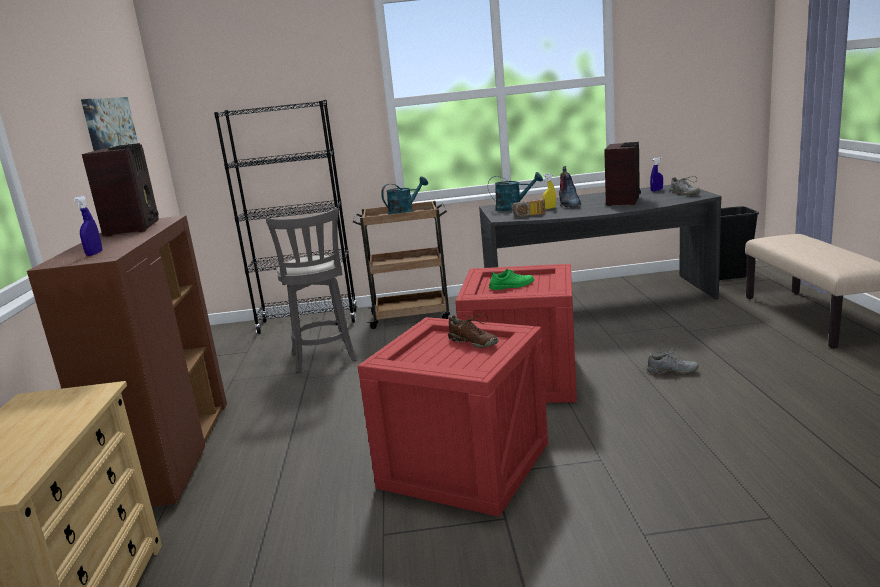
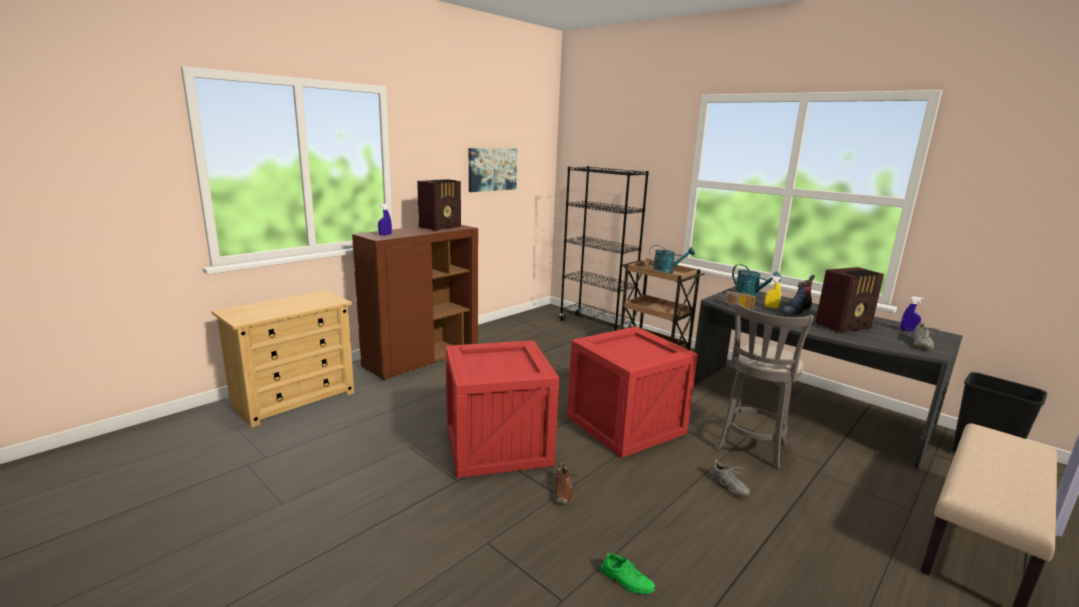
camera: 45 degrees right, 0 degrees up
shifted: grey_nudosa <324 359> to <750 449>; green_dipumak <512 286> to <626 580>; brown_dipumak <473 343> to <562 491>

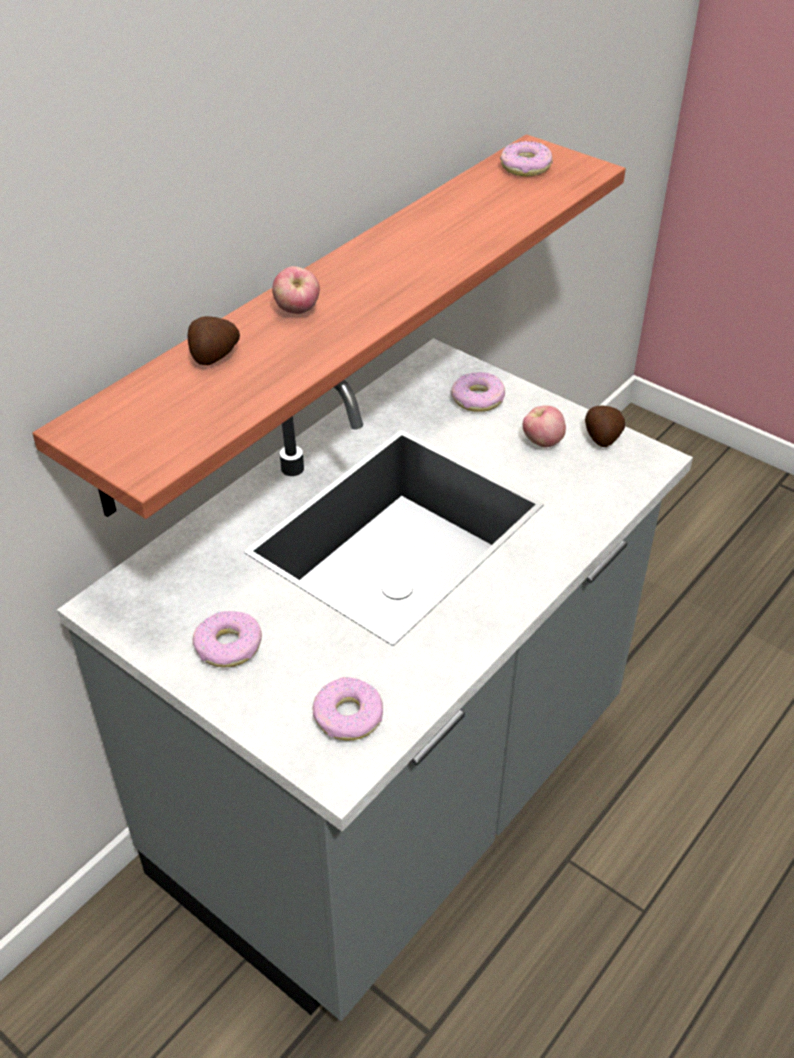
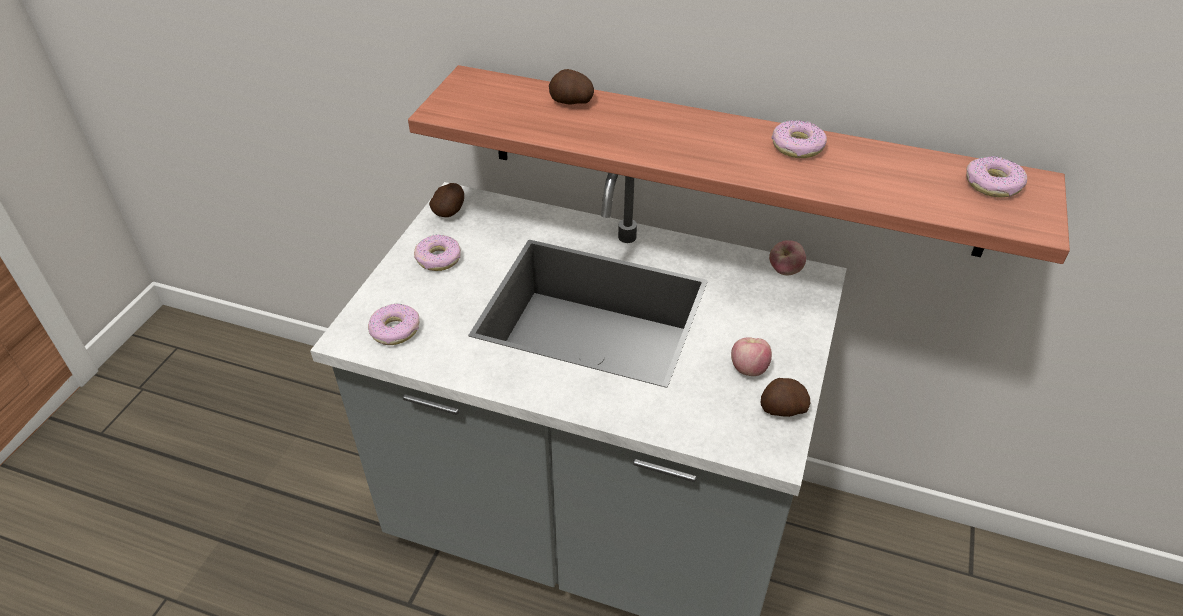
camera: 70 degrees right, 0 degrees up
new: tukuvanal <450 211>
shifted: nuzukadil <297 311> to <785 271>; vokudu <478 399> to <797 147>

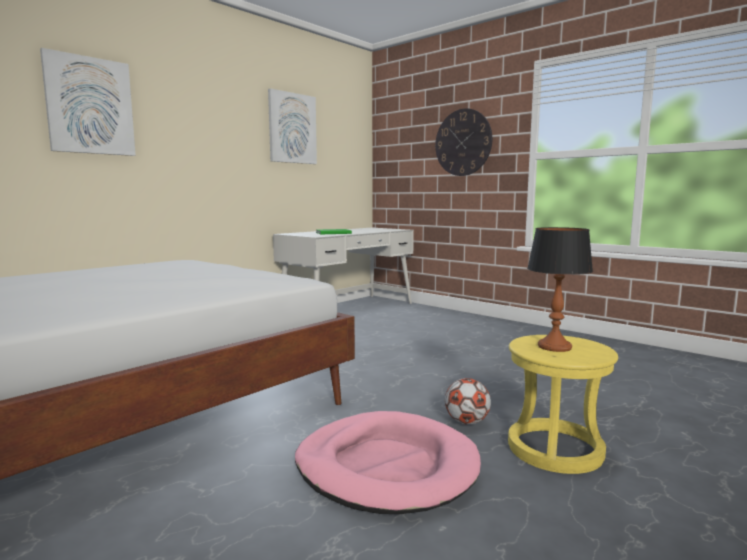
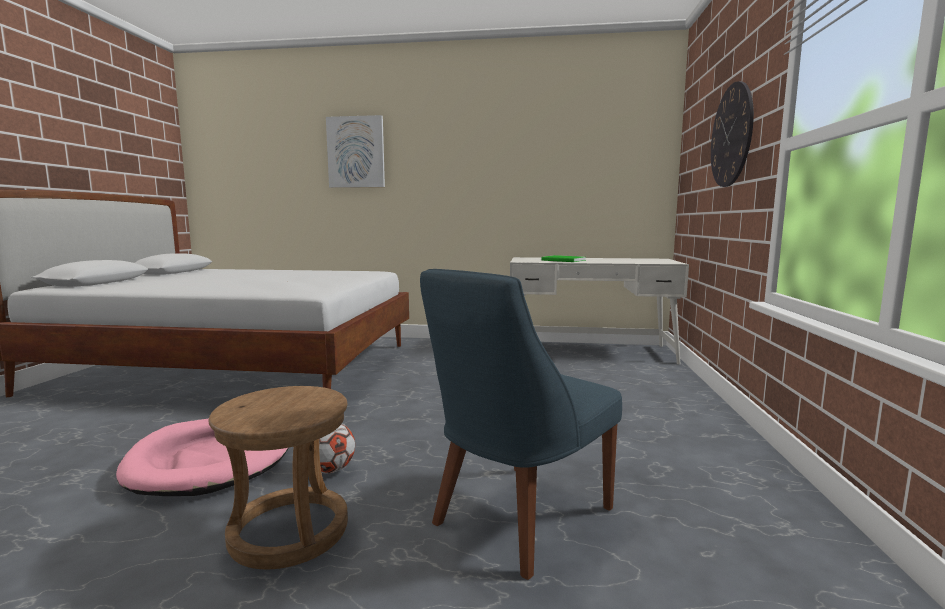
camera: 55 degrees right, 0 degrees up
gone: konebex <292 128>; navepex <554 346>
new: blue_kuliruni <517 519>
repainted: yellow_nudosa <554 449> to brown_nudosa <290 530>

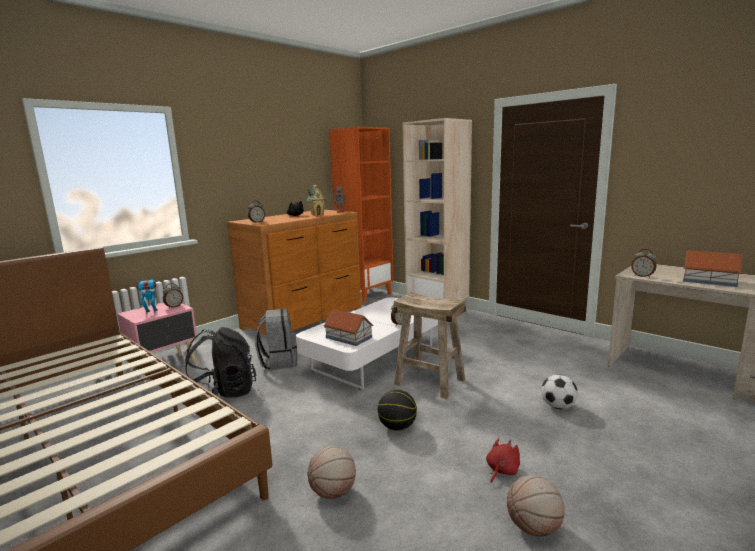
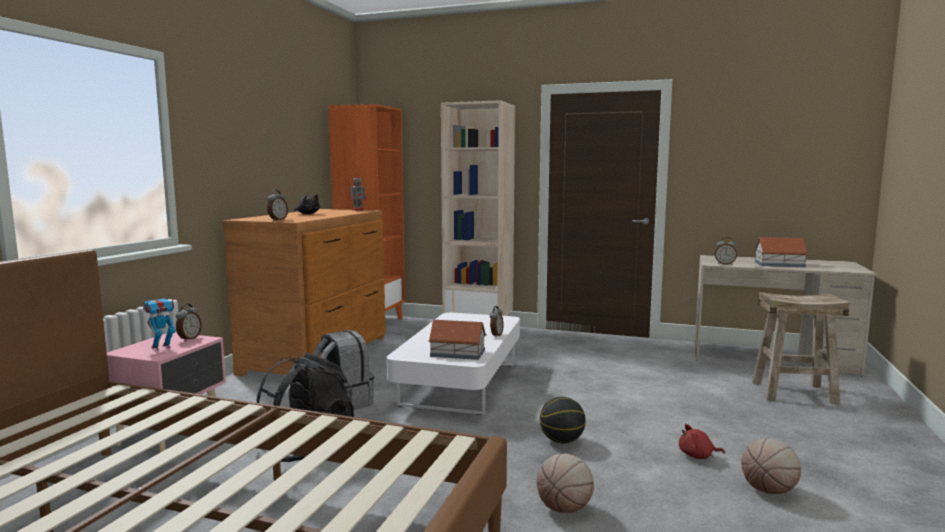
camera: 25 degrees left, 5 degrees down
gone: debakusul <317 215>; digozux <558 406>
shifted: beige_nudosa <429 382> to <793 393>
rotated: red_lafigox <501 470> = <698 456> 105 degrees counterclockwise

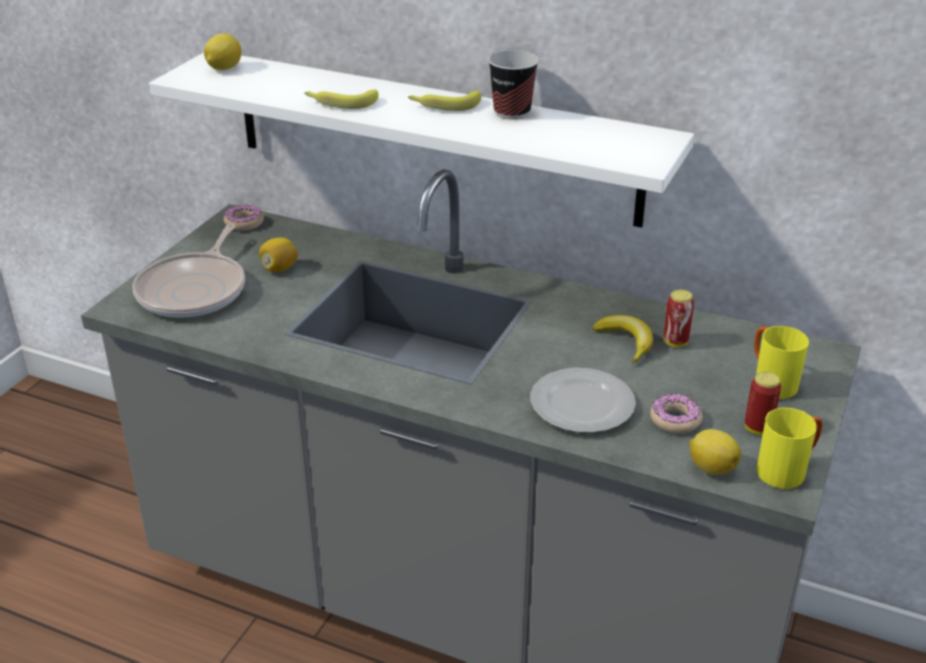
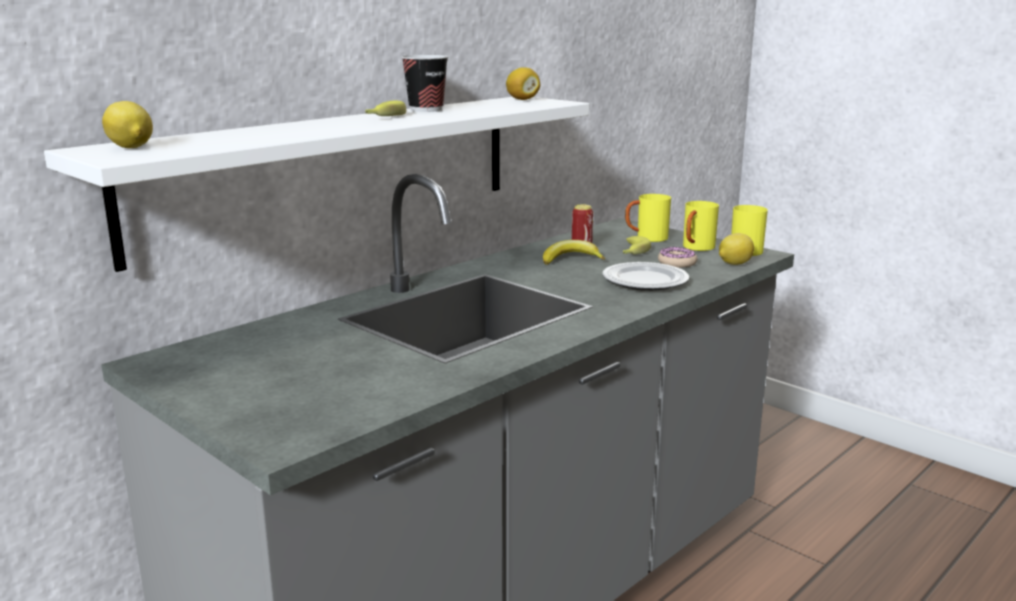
camera: 70 degrees left, 15 degrees down
gone: vokudu <244 223>; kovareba <195 290>
shifted: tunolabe <340 103> to <632 252>; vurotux <279 268> to <522 99>
swapped: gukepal <758 428> to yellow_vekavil <696 248>

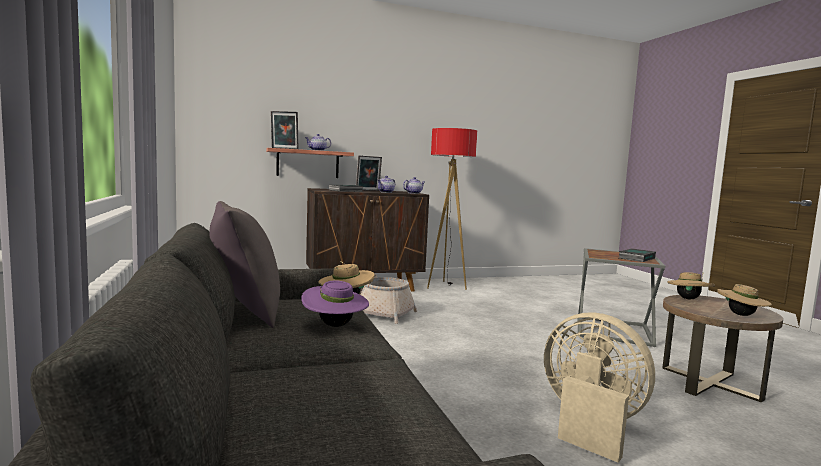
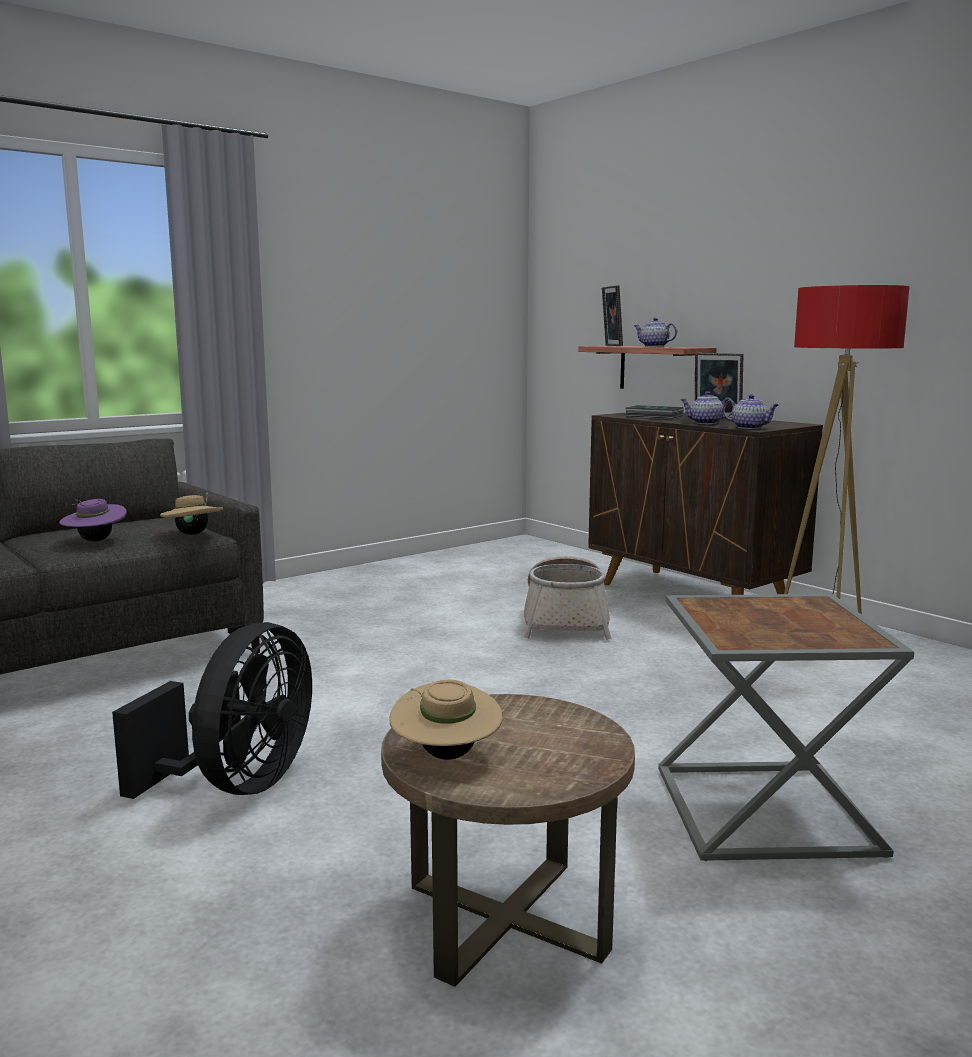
camera: 70 degrees right, 5 degrees up
gone: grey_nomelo <244 312>; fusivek <636 258>; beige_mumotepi <688 299>
repainted: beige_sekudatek <589 424> to black_sekudatek <238 784>

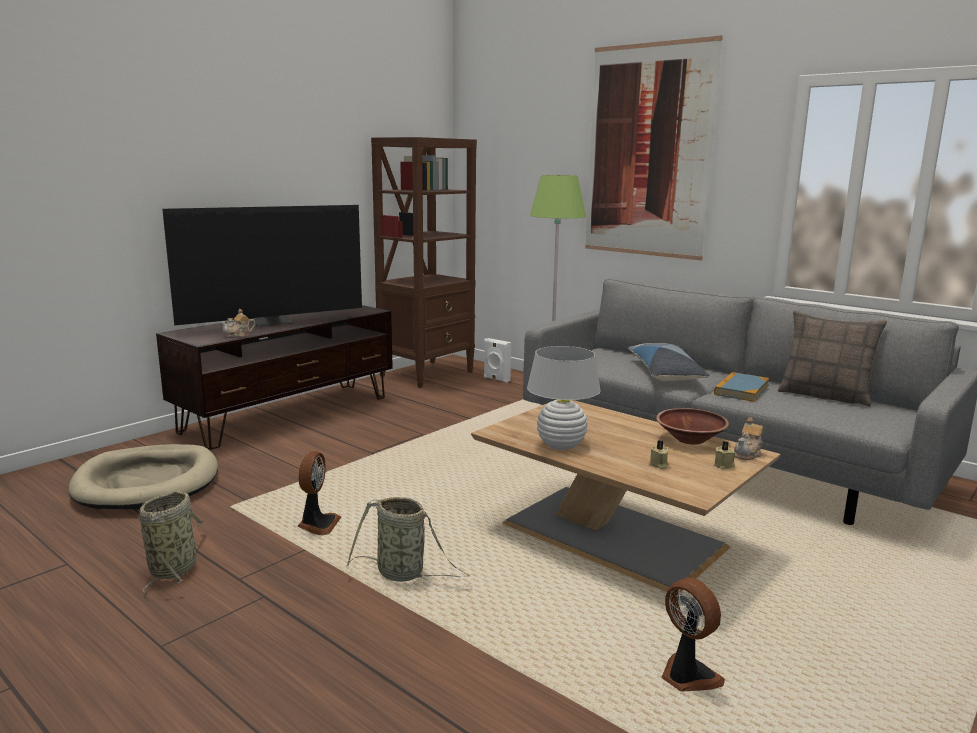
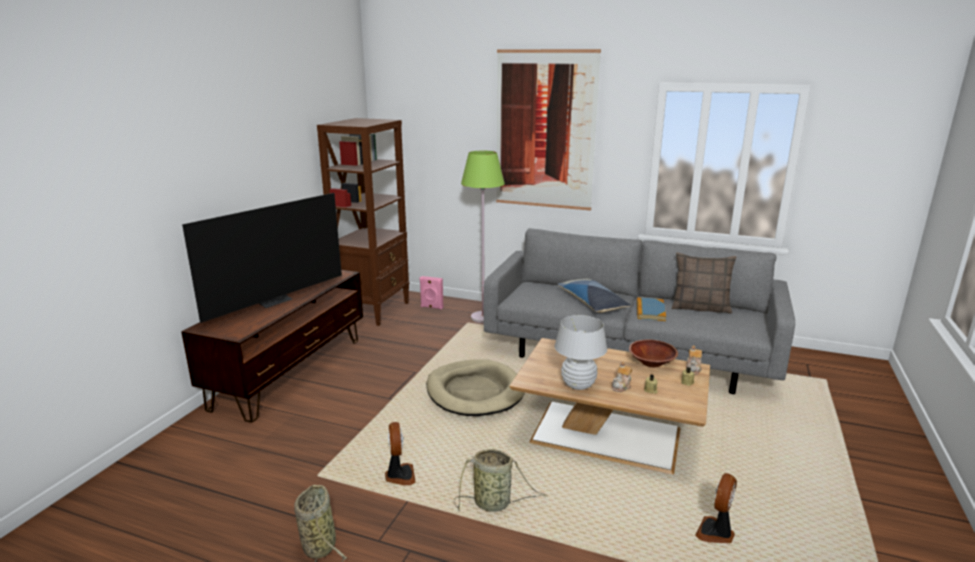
camera: 20 degrees left, 5 degrees up
shifted: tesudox <238 335> to <621 386>; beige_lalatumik <148 482> to <474 392>
repainted: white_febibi <496 379> to pink_febibi <431 307>
rotated: sekudatek <687 676> = <716 533> 90 degrees counterclockwise

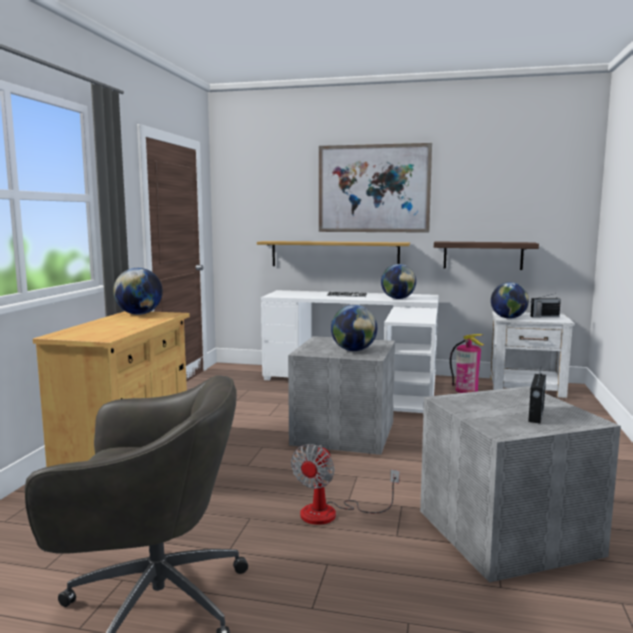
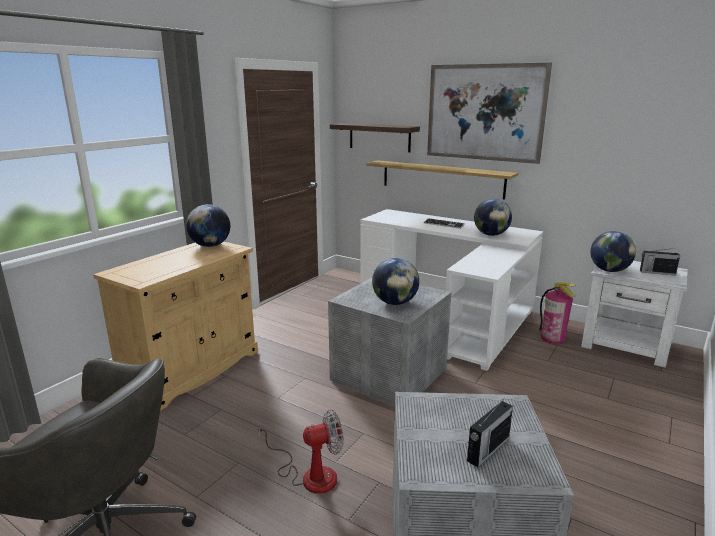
camera: 20 degrees right, 10 degrees up
shifted: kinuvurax <483 255> to <379 137>
rotated: sekudatek <331 513> = <309 475> 150 degrees counterclockwise

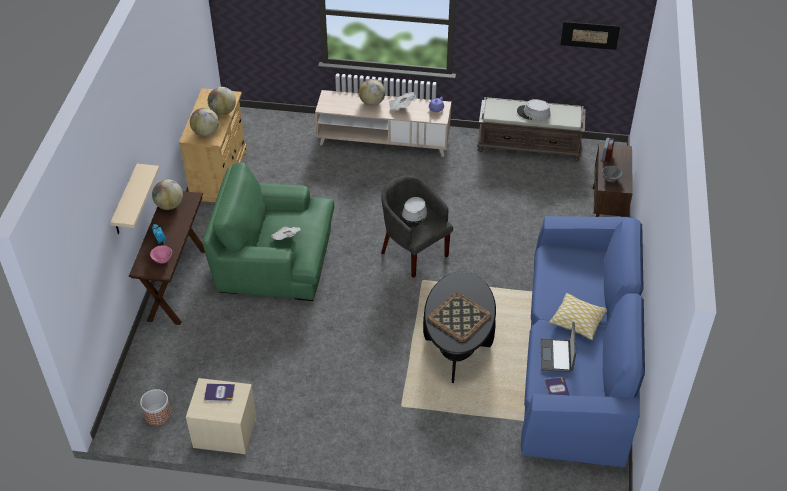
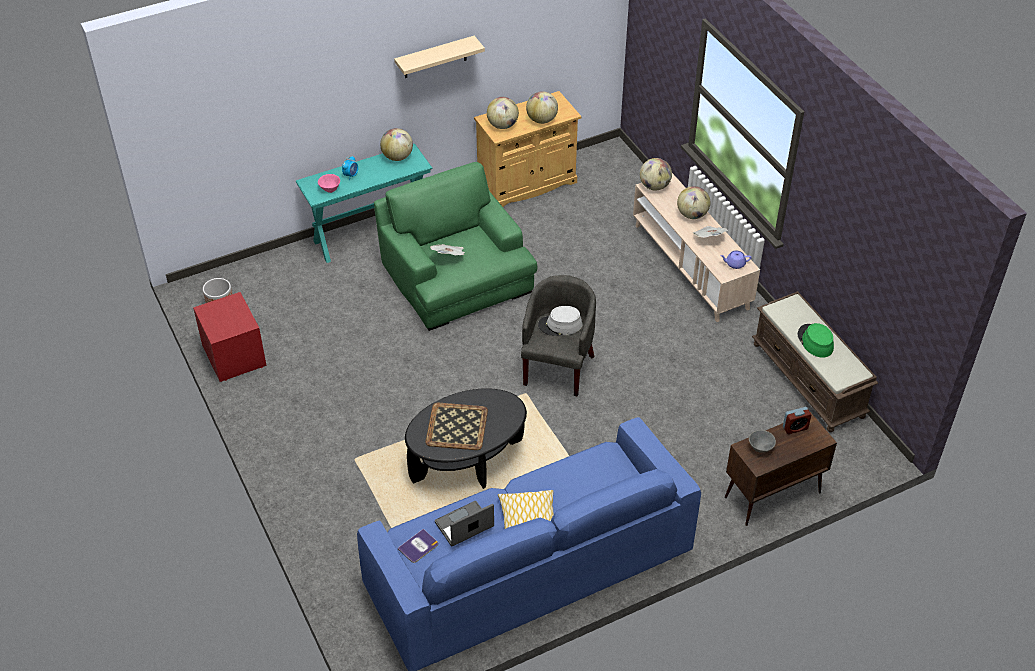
camera: 55 degrees right, 0 degrees up
gone: konebex <589 35>; fusivek <219 393>
new: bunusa <654 186>
shifted: beige_kinuvurax <125 201> to <435 57>
repainted: grey_mumotepi <533 113> to green_mumotepi <815 341>; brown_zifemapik <178 284> to turquoise_zifemapik <370 235>; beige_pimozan <224 432> to red_pimozan <233 356>

